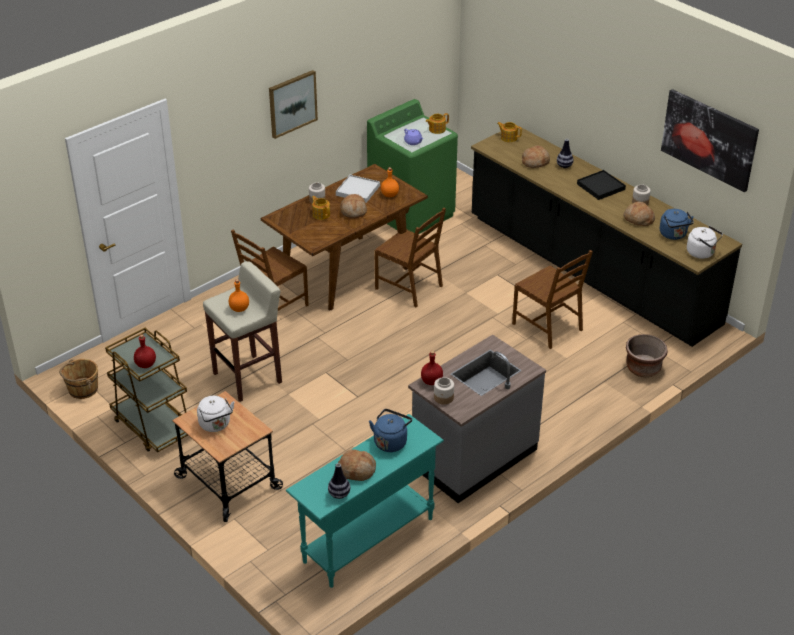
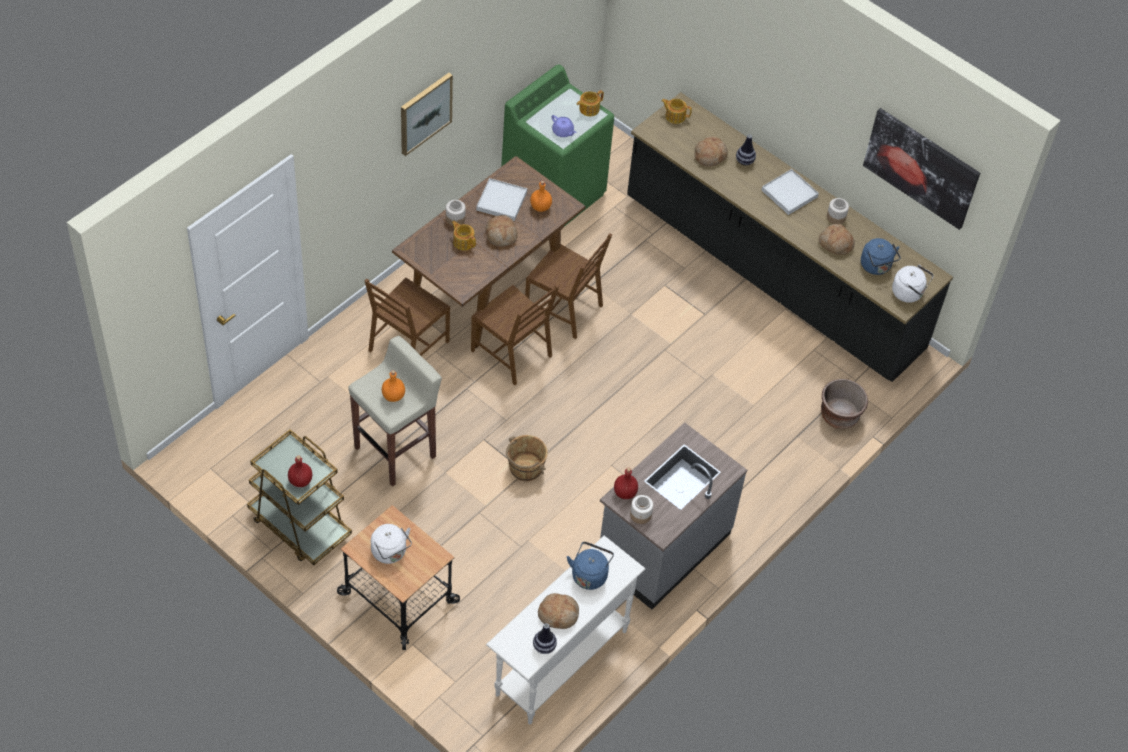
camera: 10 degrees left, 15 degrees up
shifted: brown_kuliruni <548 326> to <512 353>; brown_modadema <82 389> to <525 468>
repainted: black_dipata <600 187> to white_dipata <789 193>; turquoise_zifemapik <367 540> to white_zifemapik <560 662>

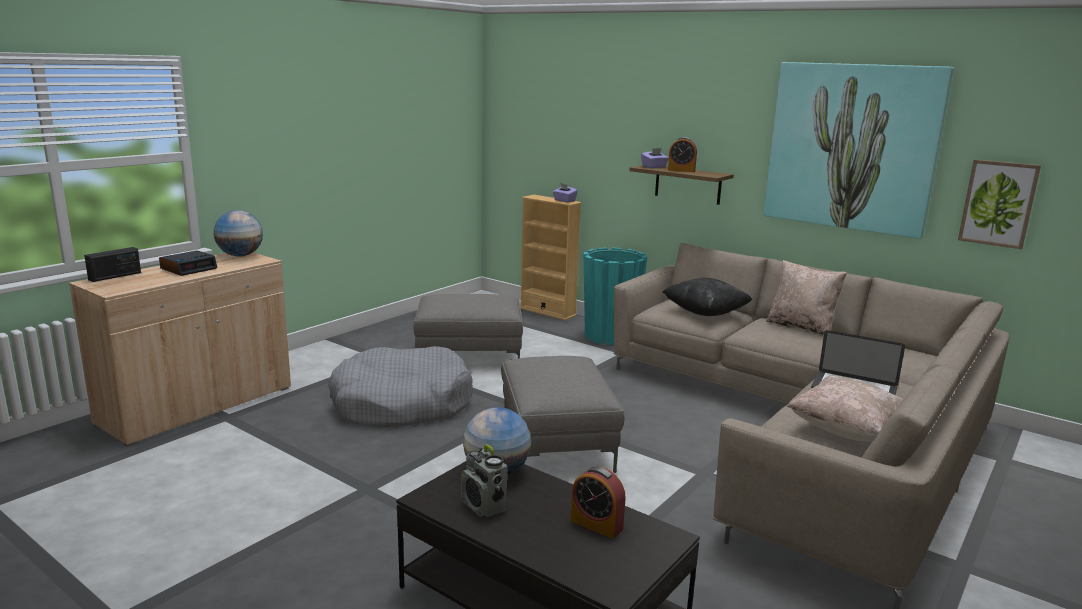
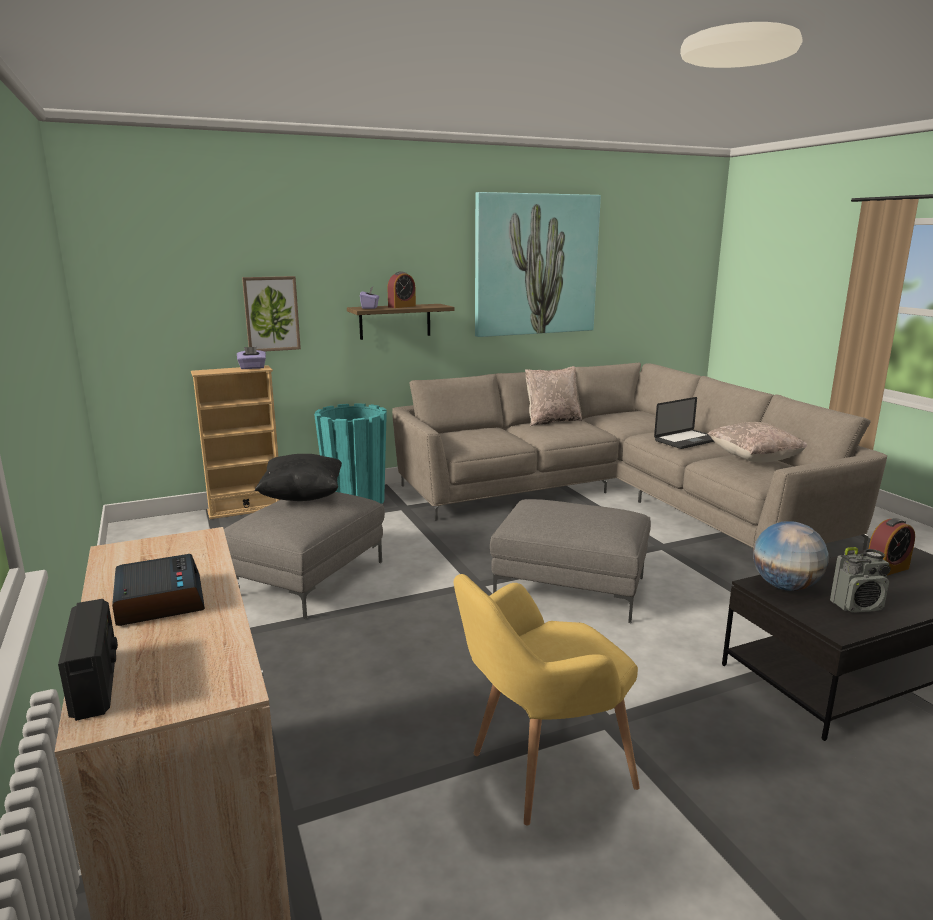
camera: 60 degrees left, 0 degrees up
gone: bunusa <240 255>; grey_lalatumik <402 404>
new: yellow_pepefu <540 771>
shifted: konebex <998 203> to <271 314>; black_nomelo <705 312> to <302 496>

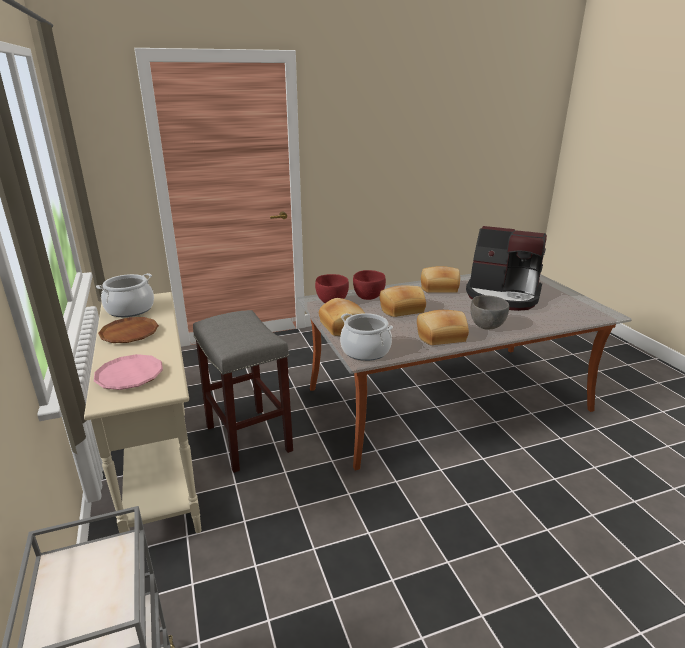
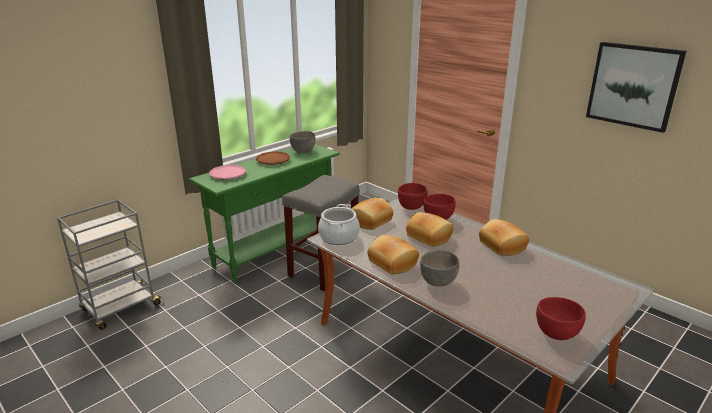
camera: 65 degrees right, 0 degrees up
gone: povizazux <503 296>
new: konebex <633 85>; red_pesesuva <557 334>
swapped: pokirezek <130 309> to grey_pesesuva <303 151>
repainted: beige_zifemapik <161 470> to green_zifemapik <275 252>

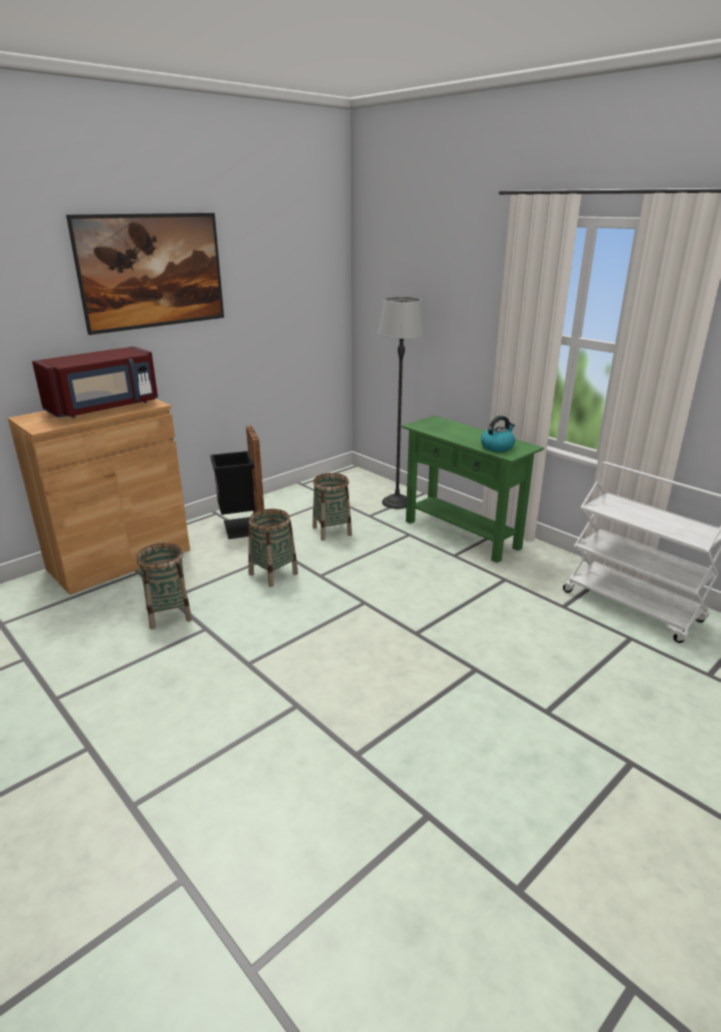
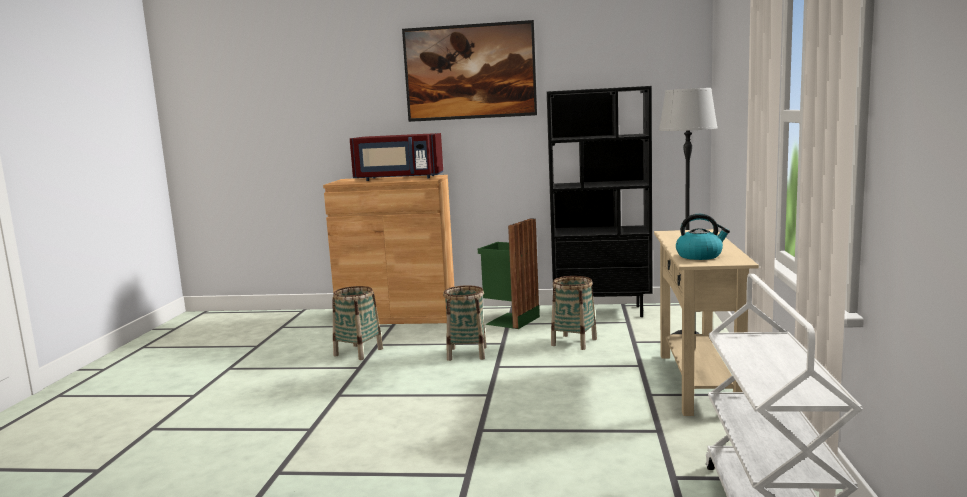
camera: 50 degrees right, 15 degrees down
new: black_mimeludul <602 311>
repainted: green_zifemapik <461 534> to beige_zifemapik <698 382>; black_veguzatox <242 527> to green_veguzatox <510 320>

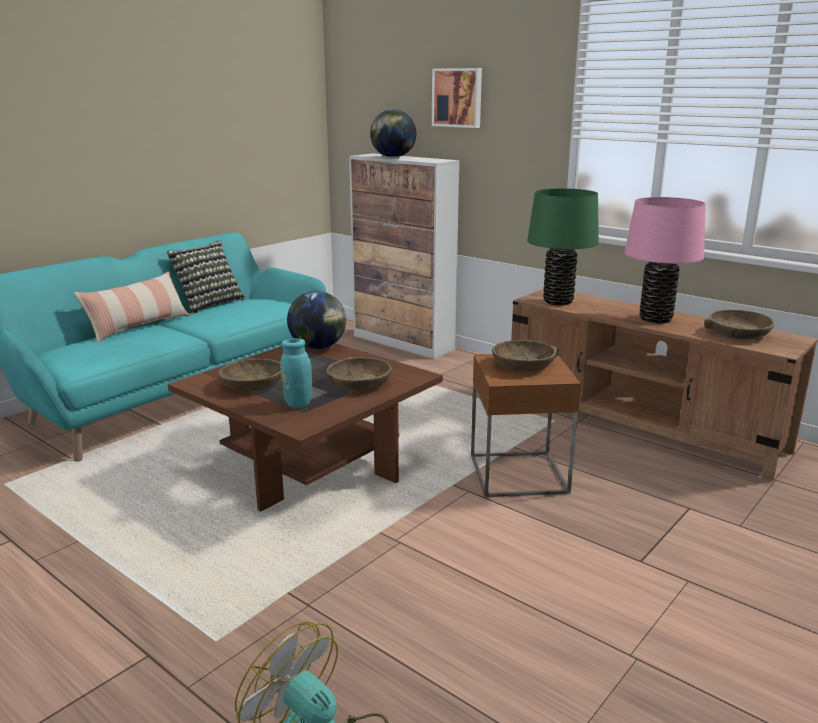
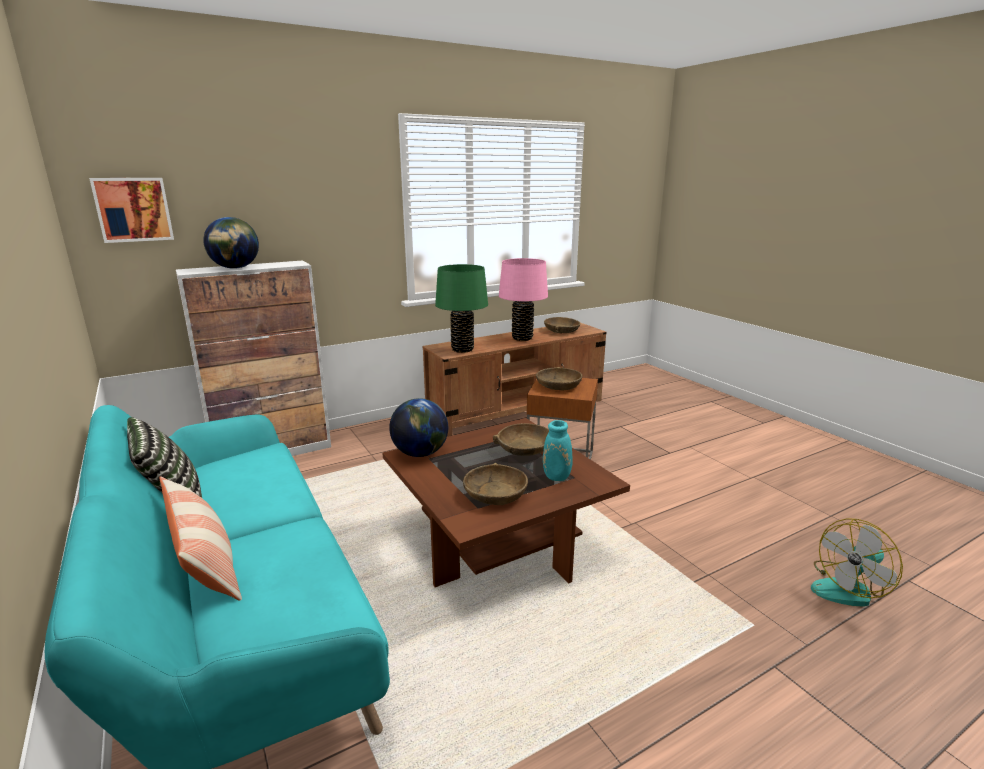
camera: 70 degrees left, 0 degrees up
shifted: konebex <458 97> to <133 209>

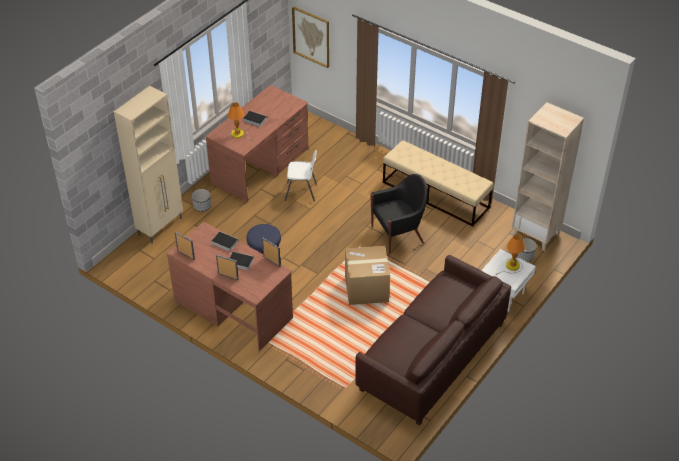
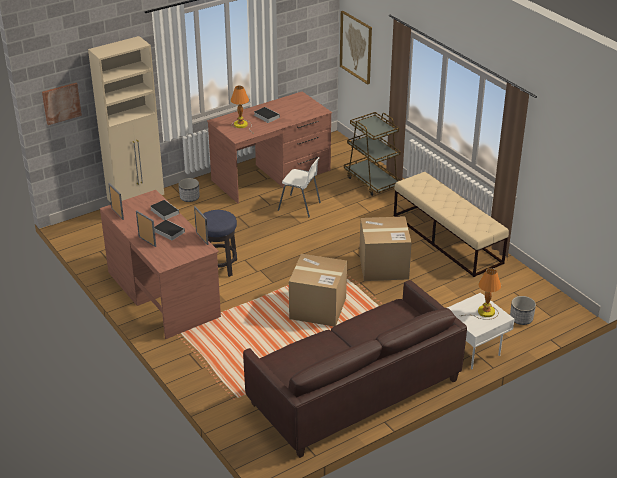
camera: 20 degrees right, 10 degrees down
gone: beige_mimeludul <536 234>
new: konebex <61 103>; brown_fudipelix <372 181>
swapped: black_pepefu <398 234> to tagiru <383 266>

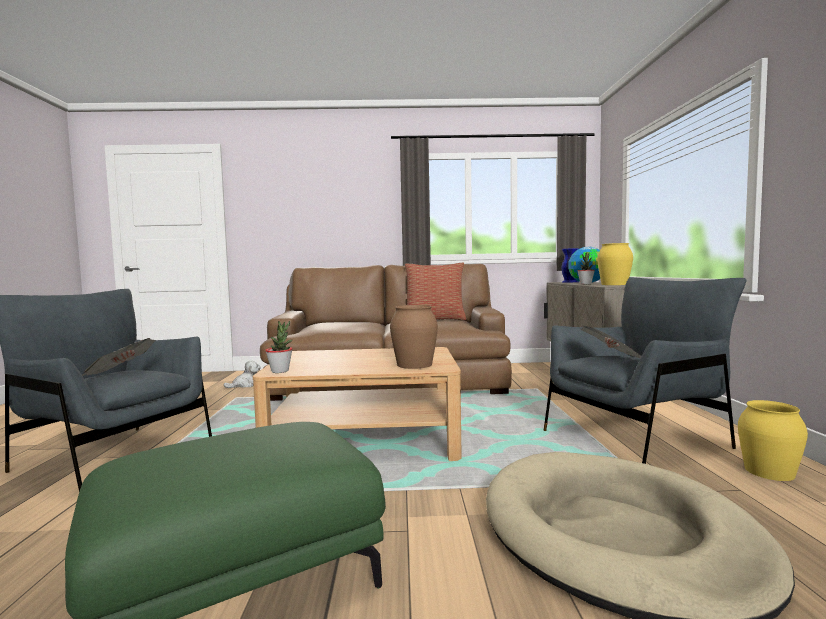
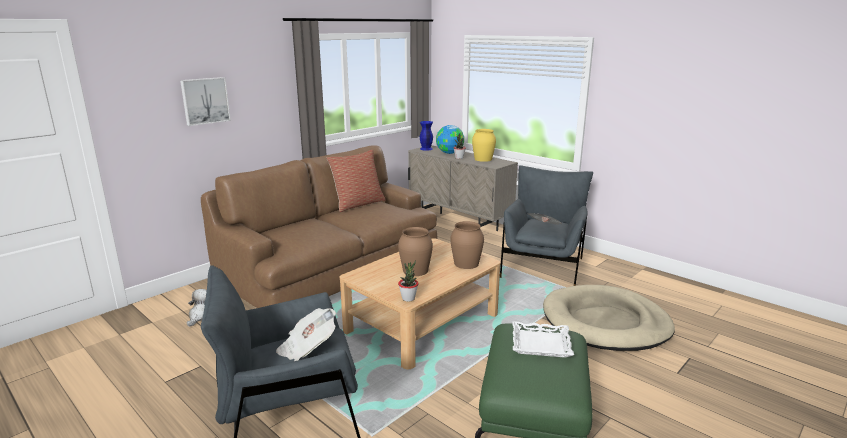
camera: 45 degrees left, 15 degrees up
gone: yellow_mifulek <769 472>
new: konebex <205 101>; brown_mifulek <415 270>; white_dipata <541 343>

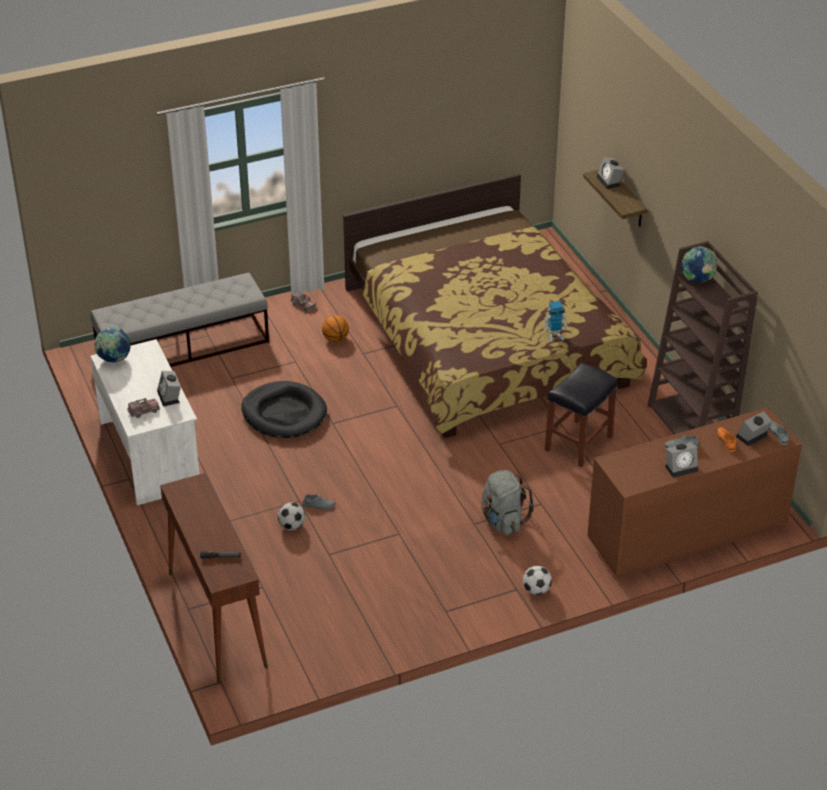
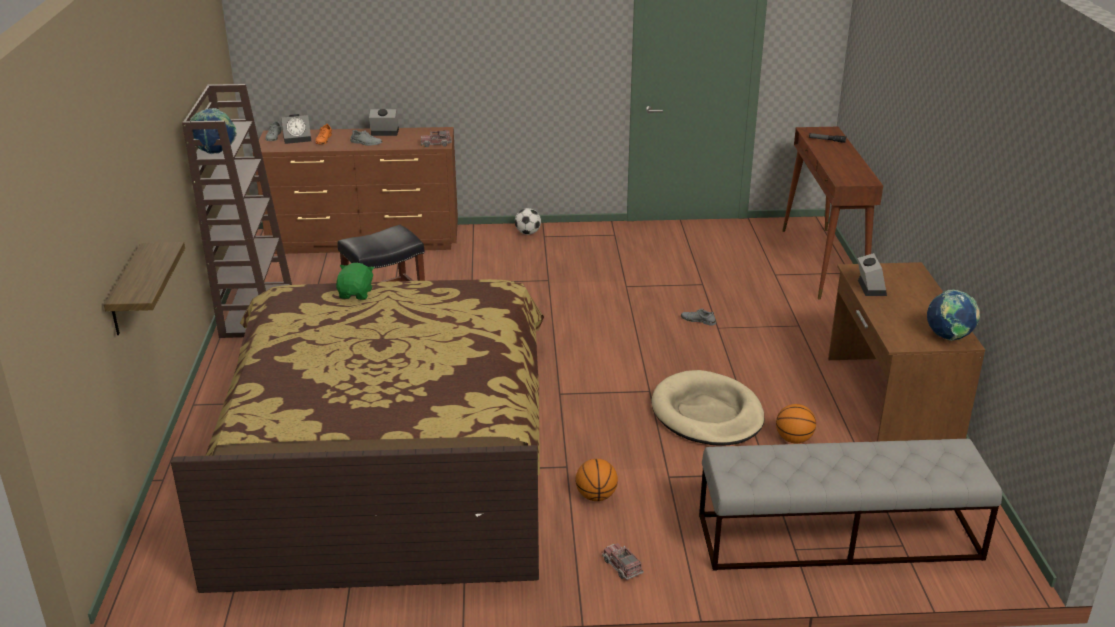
camera: 160 degrees left, 10 degrees down
gone: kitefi <610 181>; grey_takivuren <503 521>; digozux <291 526>
new: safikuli <794 439>
shifted: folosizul <143 411> to <436 144>
swapped: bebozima <555 336> to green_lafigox <356 294>
repainted: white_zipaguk <151 454> to brown_zipaguk <889 403>; black_lalatumik <284 413> to beige_lalatumik <707 414>

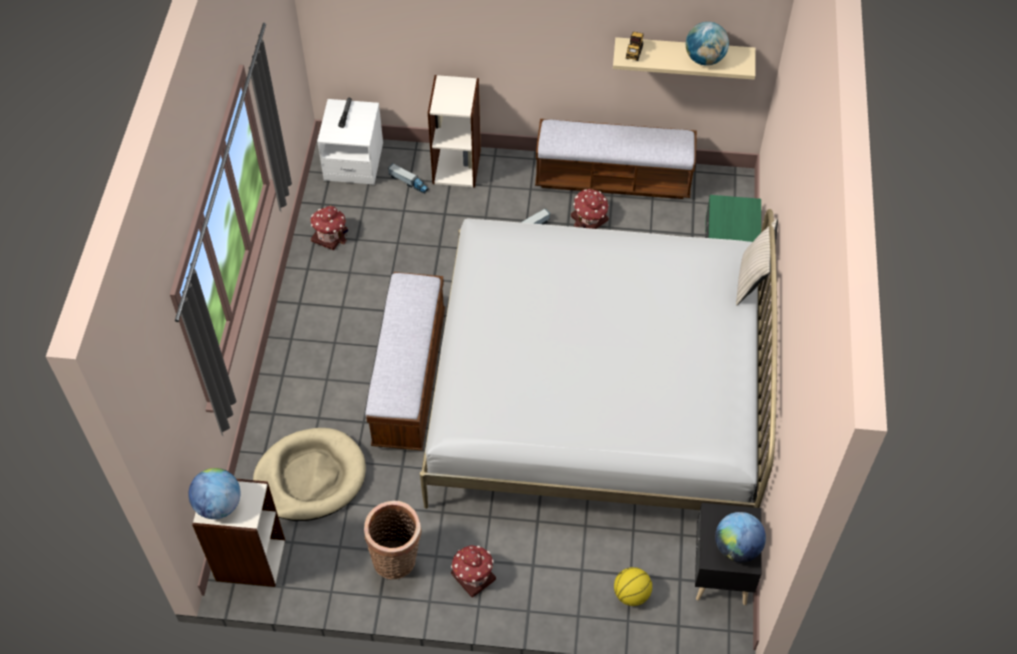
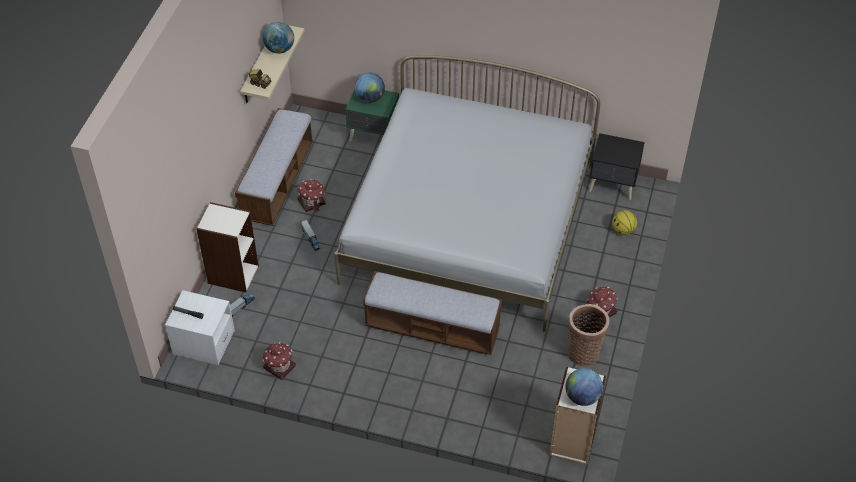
camera: 80 degrees left, 5 degrees down
gone: beige_nomelo <752 280>; beige_lalatumik <310 477>
shifted: bunusa <737 548> to <370 98>

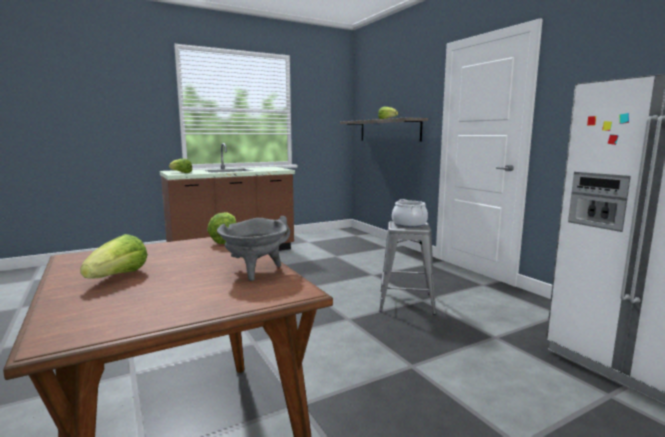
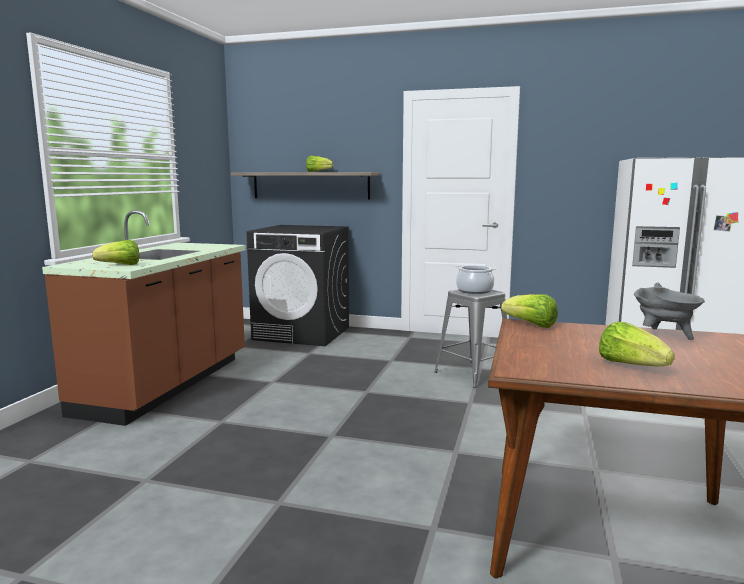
camera: 45 degrees left, 0 degrees up
new: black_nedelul <302 333>

